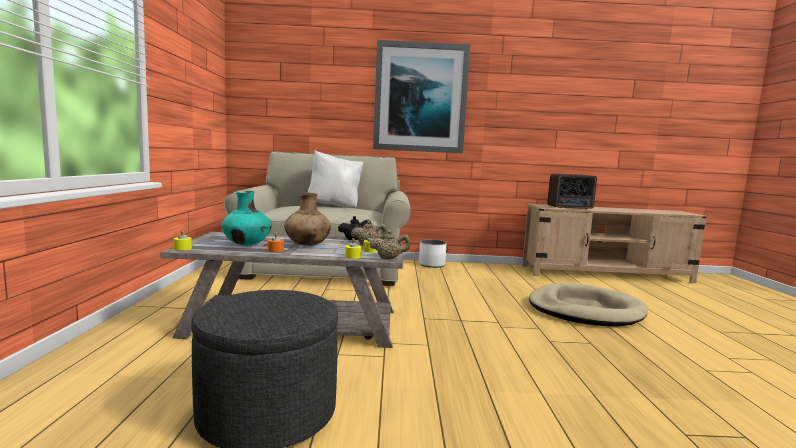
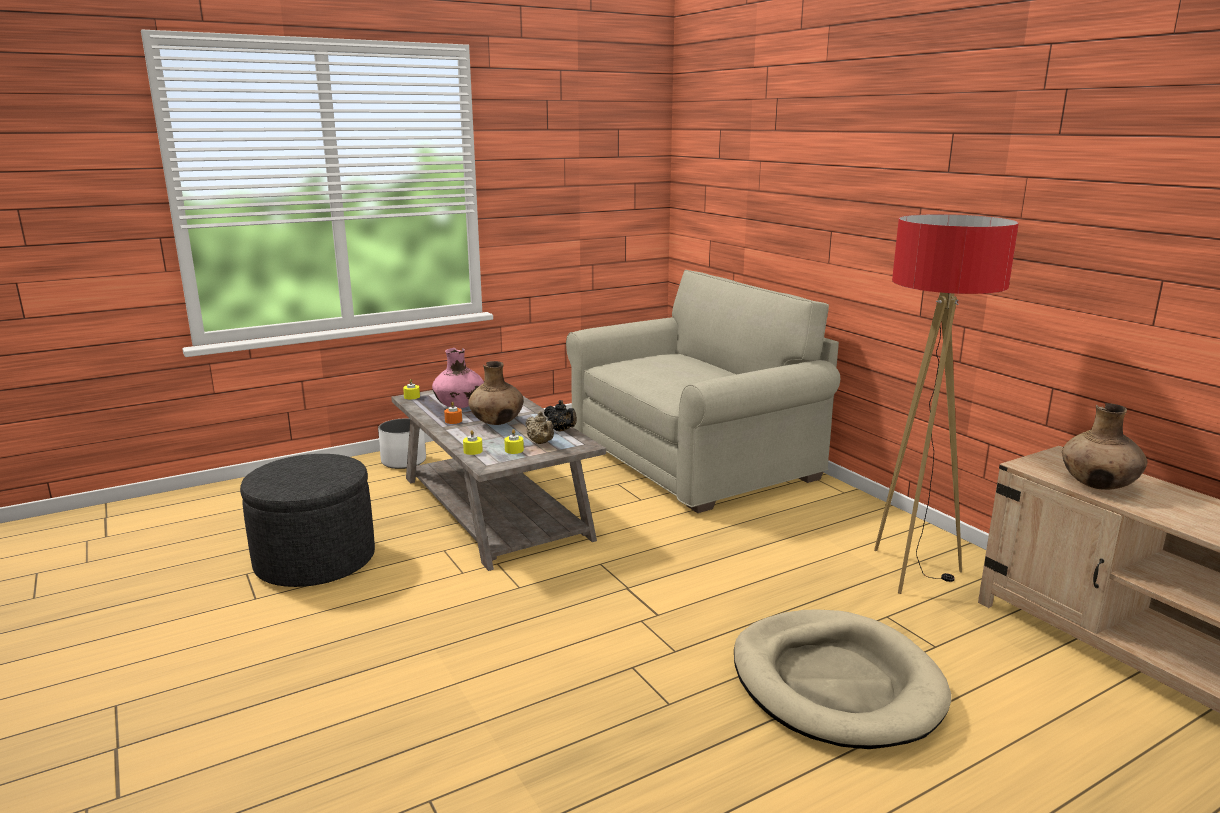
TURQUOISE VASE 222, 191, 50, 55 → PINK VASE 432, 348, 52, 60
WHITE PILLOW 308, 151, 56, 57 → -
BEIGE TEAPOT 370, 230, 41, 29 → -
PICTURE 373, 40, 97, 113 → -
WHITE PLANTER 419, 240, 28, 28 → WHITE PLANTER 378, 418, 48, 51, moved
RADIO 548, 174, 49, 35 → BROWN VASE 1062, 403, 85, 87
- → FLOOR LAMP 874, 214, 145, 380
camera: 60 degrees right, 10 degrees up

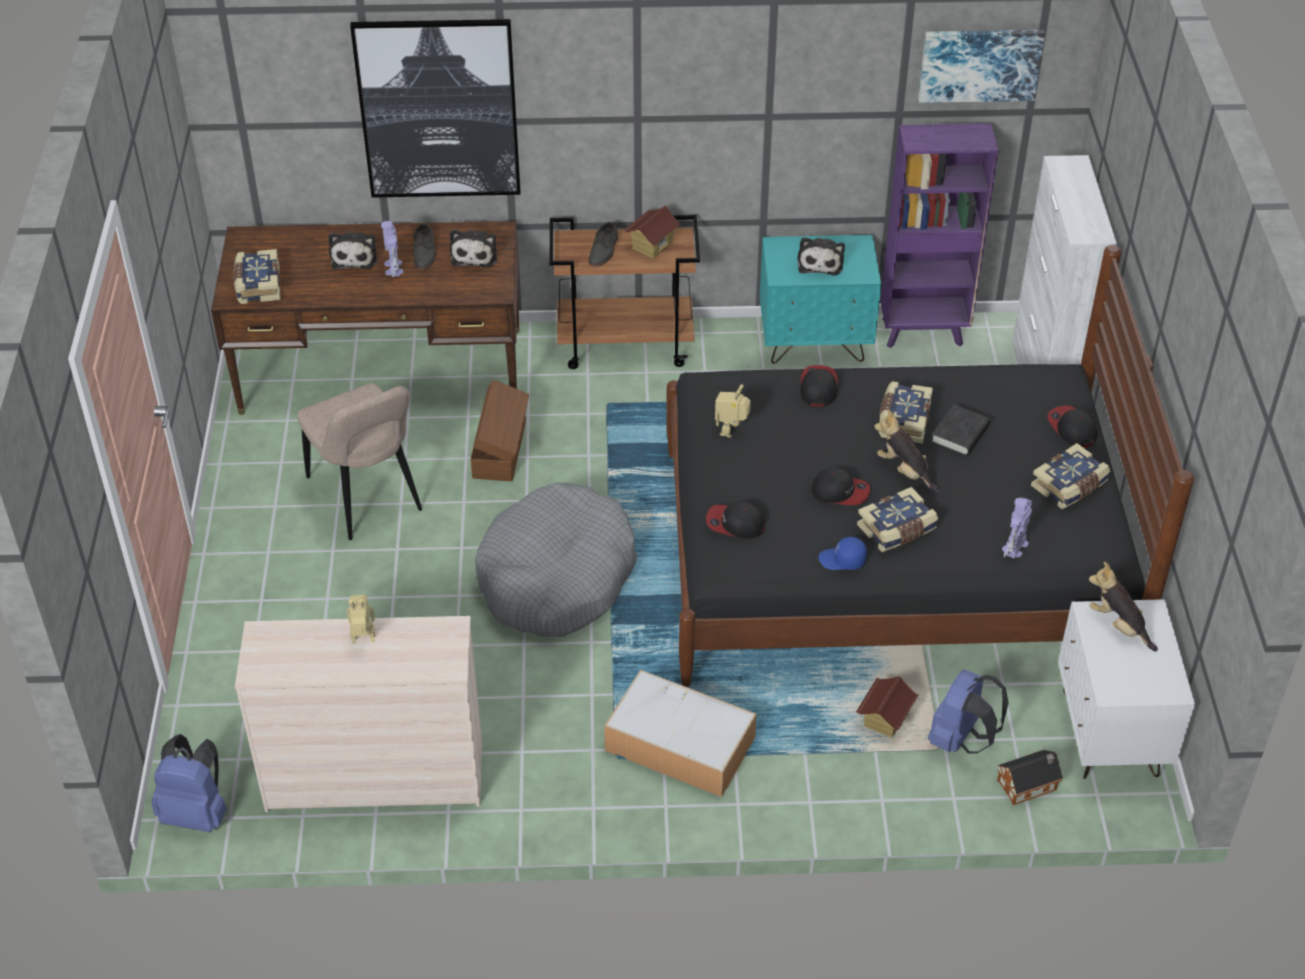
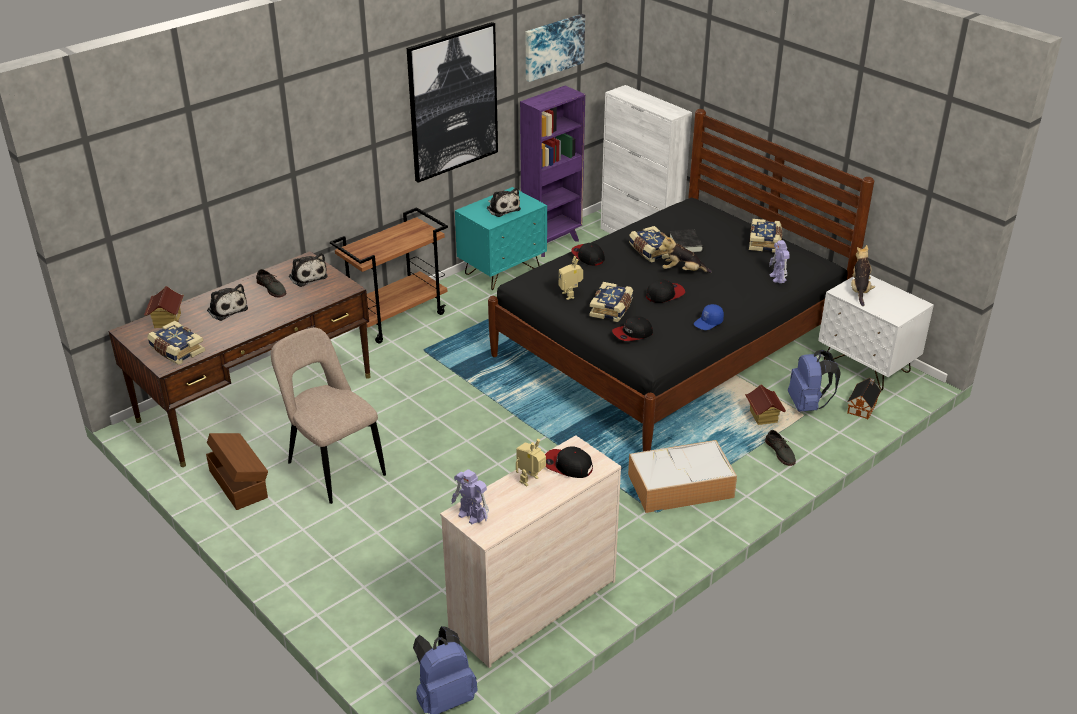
BEIGE CHAIR 297, 383, 125, 157 → BEIGE CHAIR 271, 328, 115, 176, 150 degrees counterclockwise
PICTURE 350, 19, 171, 179 → PICTURE 407, 22, 91, 161, moved
TOY ROBOT 381, 221, 22, 56 → TOY ROBOT 451, 469, 38, 55, moved
BROWN STORAGE BOX 471, 380, 58, 101 → BROWN STORAGE BOX 206, 433, 62, 77, moved
GREY DOG BED 475, 482, 162, 155 → -
GREY SHOE 589, 222, 29, 44 → GREY SHOE 765, 430, 31, 36, moved
TOY HOUSE 623, 206, 58, 53 → TOY HOUSE 144, 286, 40, 42, moved
BOOK 857, 487, 81, 65 → BOOK 589, 282, 44, 40, moved
CAP 1047, 405, 51, 43 → CAP 545, 446, 48, 32, moved
PLUSH TOY 1089, 561, 69, 91 → PLUSH TOY 851, 245, 24, 61, 90 degrees clockwise
camera: 40 degrees left, 10 degrees down

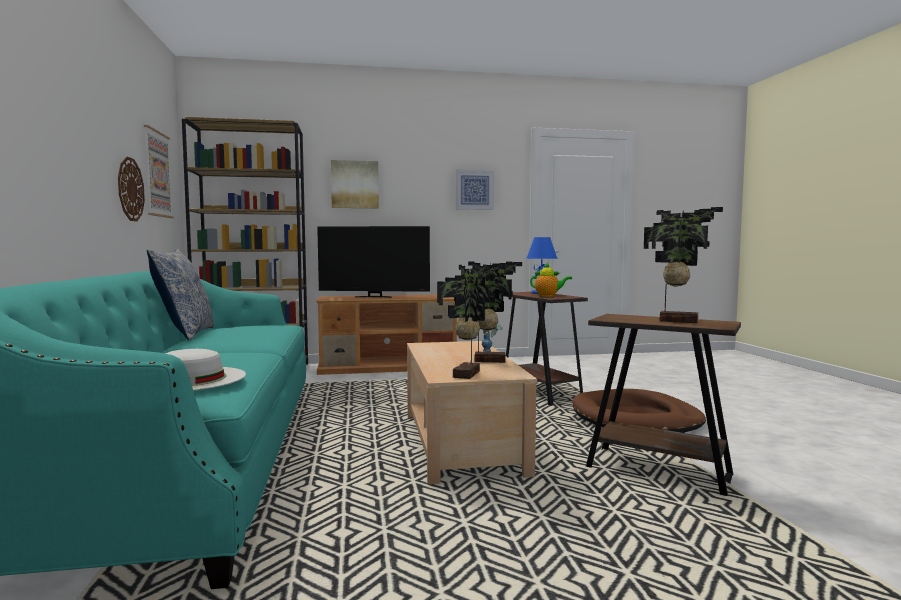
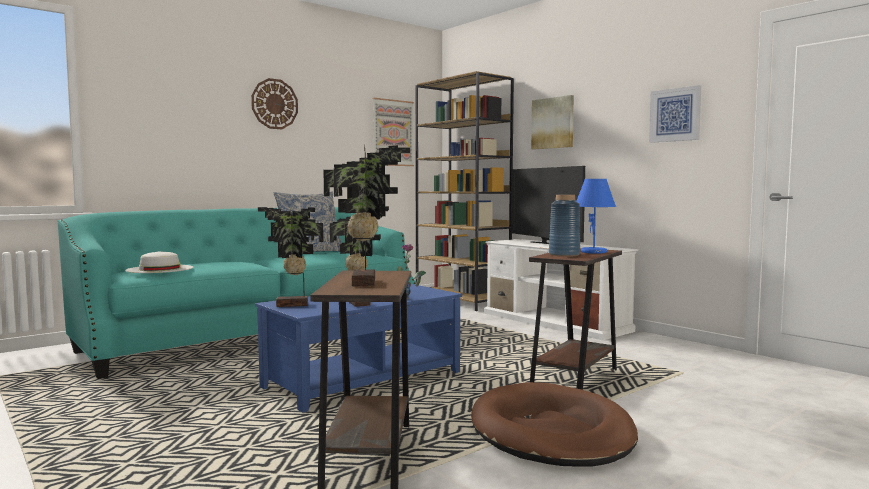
WALL CLOCK 118, 156, 27, 65 → WALL CLOCK 251, 78, 47, 51, moved
BROWN TV STAND 316, 295, 141, 80 → WHITE TV STAND 484, 239, 154, 102
BEIGE COFFEE TABLE 407, 341, 130, 143 → BLUE COFFEE TABLE 255, 284, 207, 129
TEAPOT 530, 263, 42, 34 → BLUE VASE 549, 195, 31, 62
camera: 60 degrees right, 0 degrees up

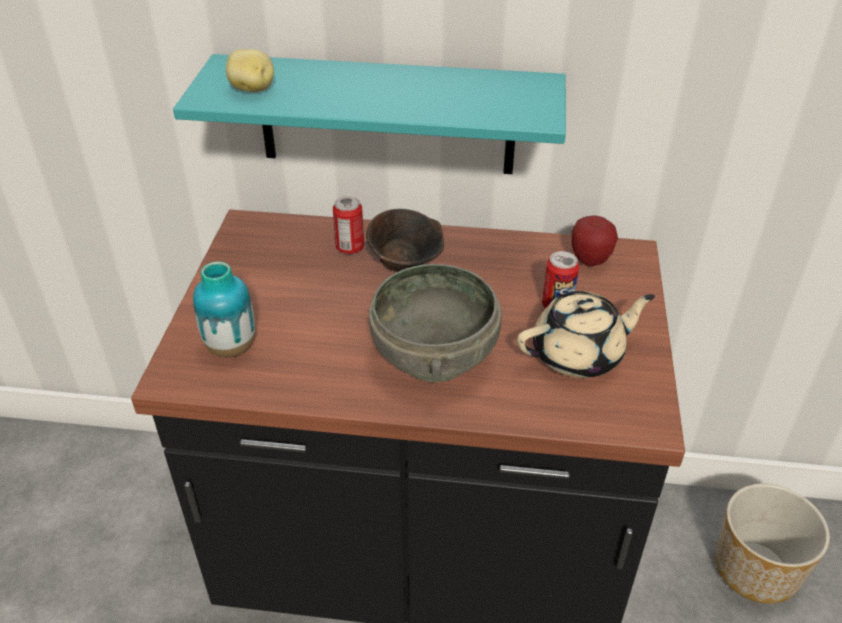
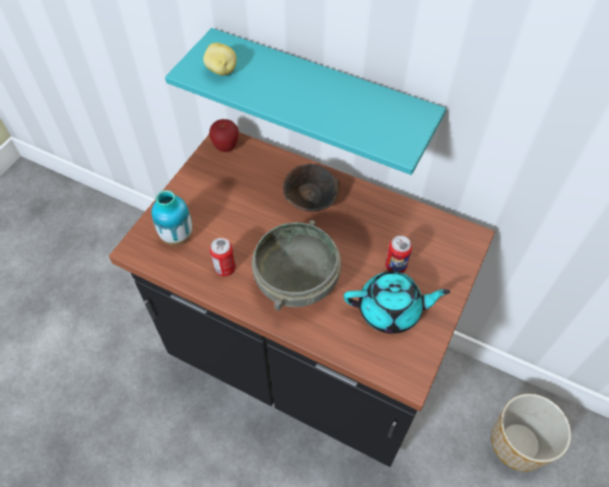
CAN 333, 196, 31, 58 → CAN 210, 238, 26, 38, moved
BEIGE TEAPOT 517, 291, 138, 87 → TURQUOISE TEAPOT 344, 271, 106, 63
APPLE 572, 216, 46, 50 → APPLE 209, 119, 30, 33, moved
camera: 20 degrees right, 15 degrees up

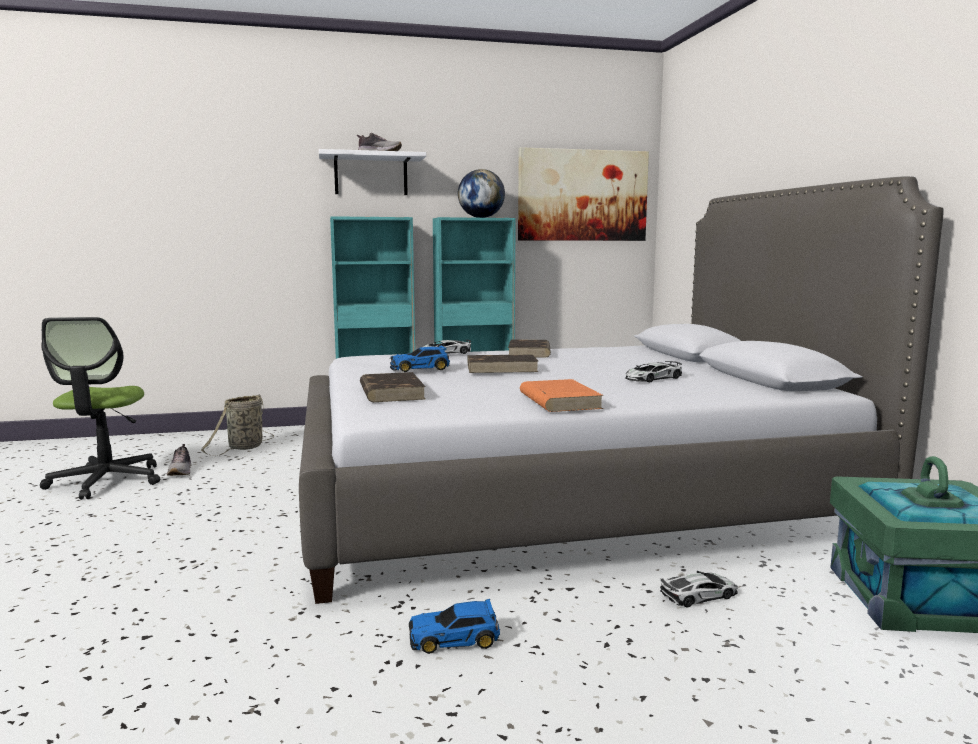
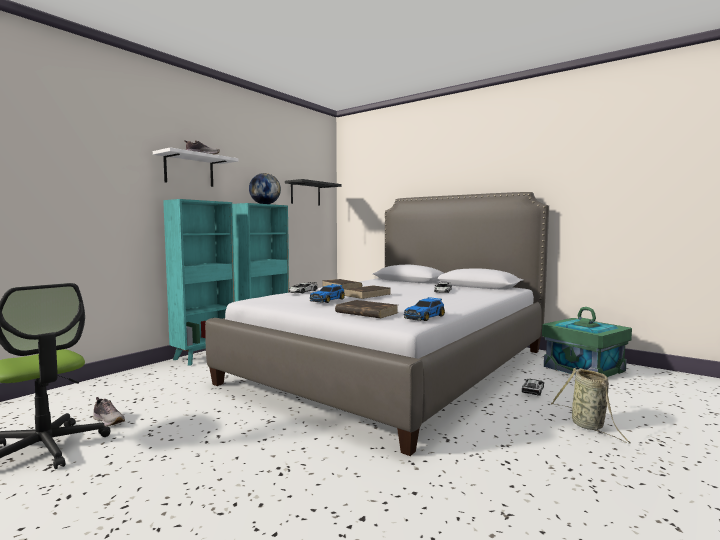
BASKET 201, 394, 73, 62 → BASKET 551, 367, 79, 76, moved
TOY CAR 409, 599, 91, 55 → TOY CAR 404, 297, 41, 24, moved
PICTURE 518, 147, 131, 94 → BLACK SHELF 285, 179, 57, 27
ORANGE BOOK 520, 379, 84, 33 → -
camera: 40 degrees left, 5 degrees down

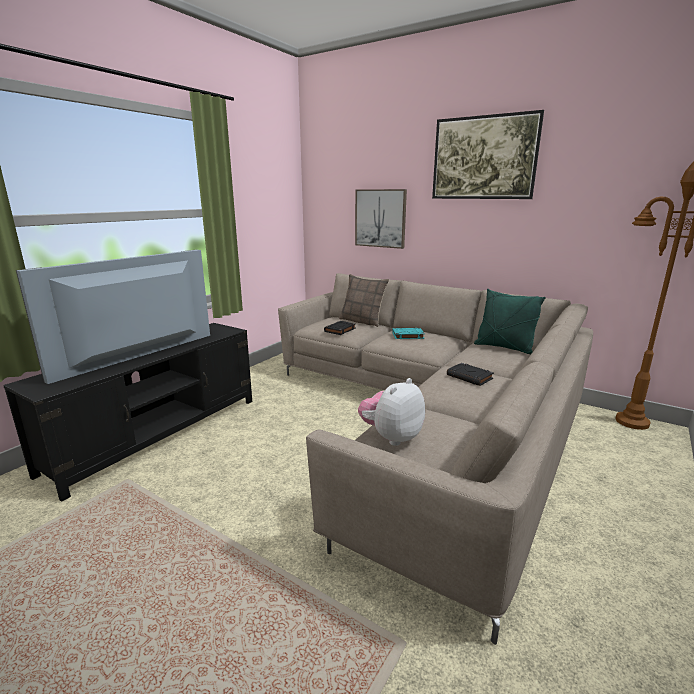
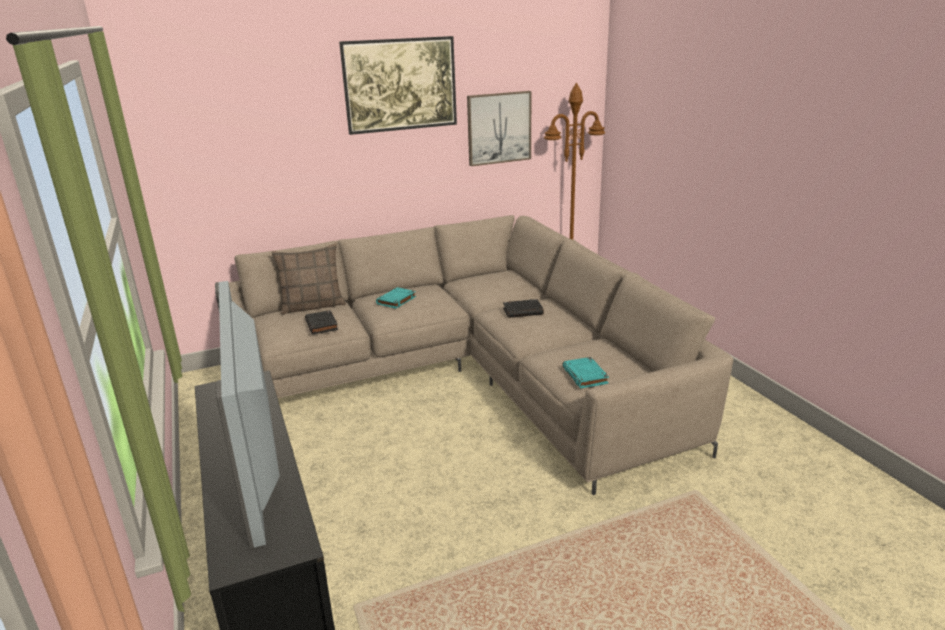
PICTURE 355, 189, 52, 60 → PICTURE 467, 91, 64, 75, moved
PLUSH TOY 358, 378, 67, 68 → TURQUOISE BOOK 562, 357, 47, 31
GREEN PILLOW 474, 289, 72, 65 → -
camera: 55 degrees left, 5 degrees up

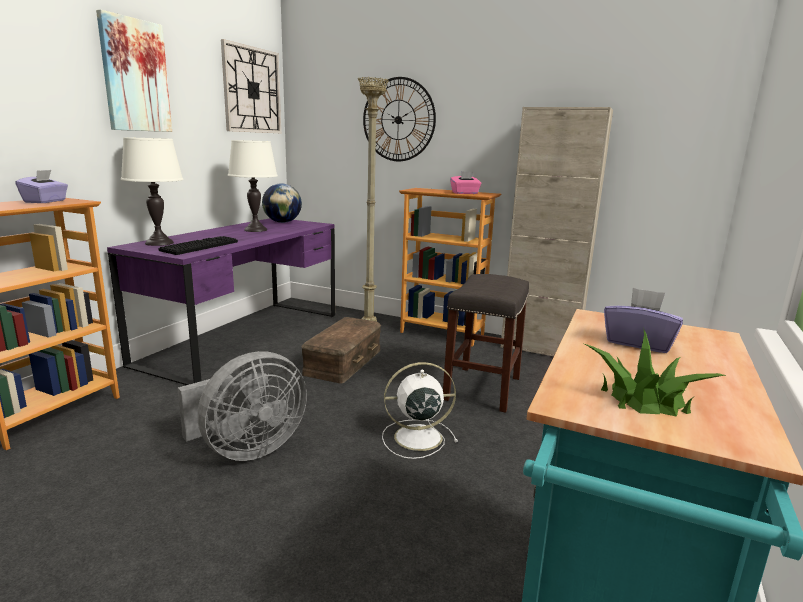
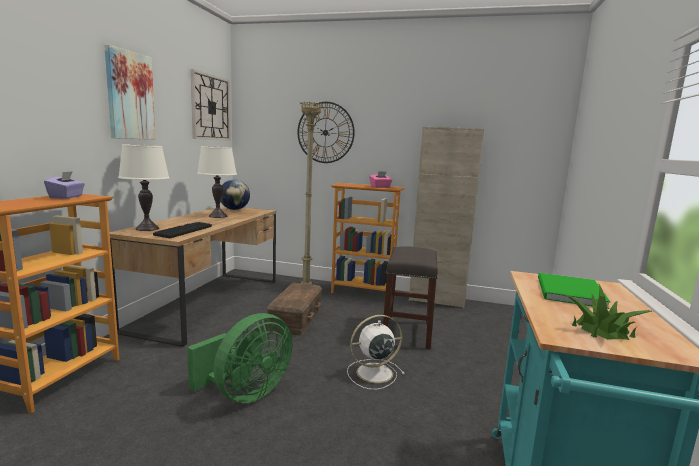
PURPLE DESK 107, 218, 228, 167 → BROWN DESK 110, 206, 166, 141
GREY FAN 178, 351, 129, 110 → GREEN FAN 187, 313, 105, 90
PURPLE TISSUE BOX 604, 288, 79, 65 → GREEN BOOK 538, 273, 73, 36
camera: 10 degrees left, 5 degrees down

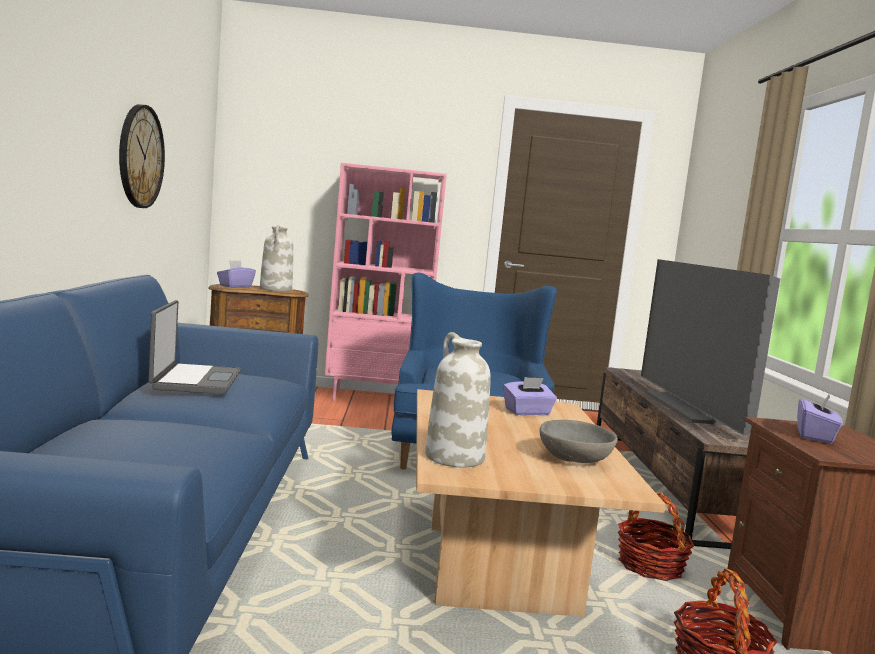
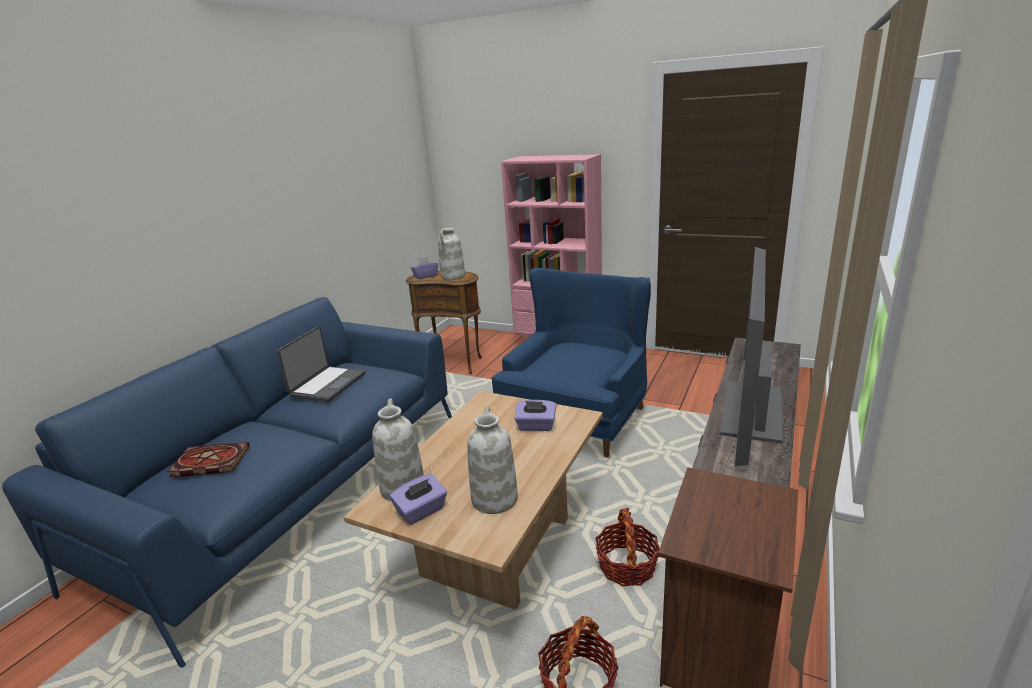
WALL CLOCK 119, 104, 46, 104 → -
GREY BOWL 539, 420, 79, 43 → WHITE VASE 467, 405, 51, 109
PURPLE TISSUE BOX 797, 394, 46, 50 → PURPLE TISSUE BOX 390, 474, 57, 51, moved
- → BOOK 167, 442, 83, 35
camera: 30 degrees right, 15 degrees up

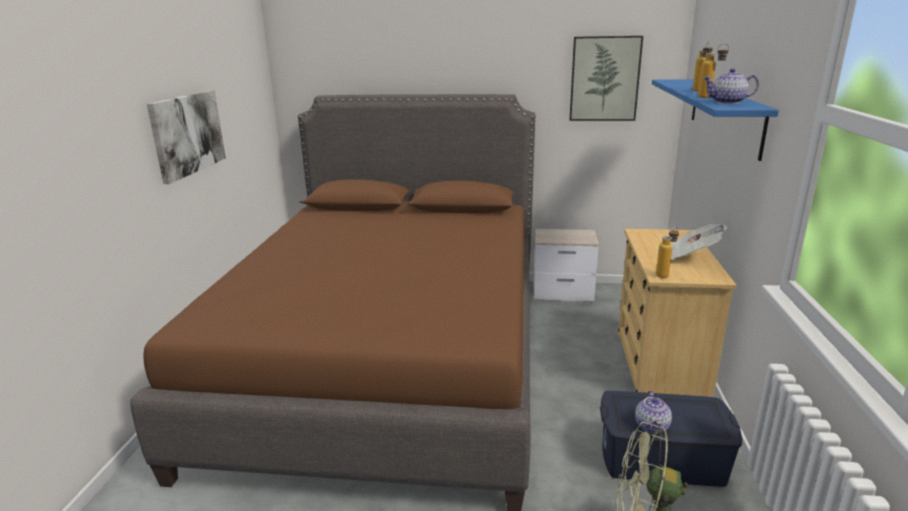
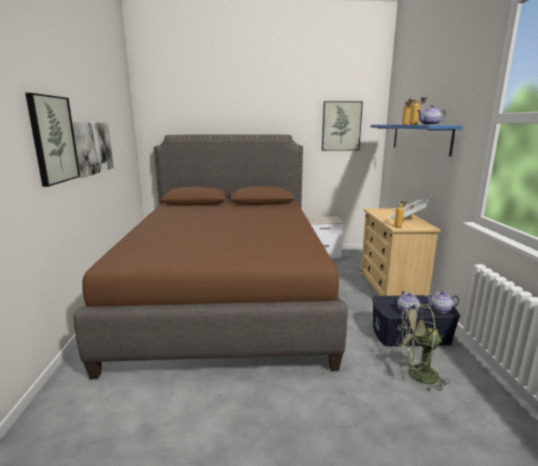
- → PICTURE 25, 93, 55, 94
- → TEAPOT 425, 291, 34, 22
camera: 10 degrees left, 5 degrees down

